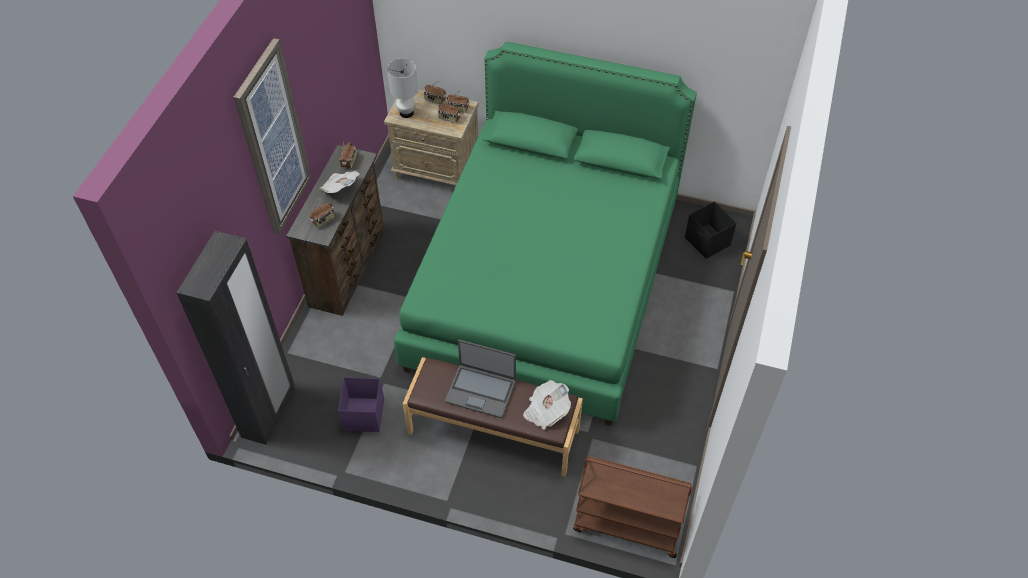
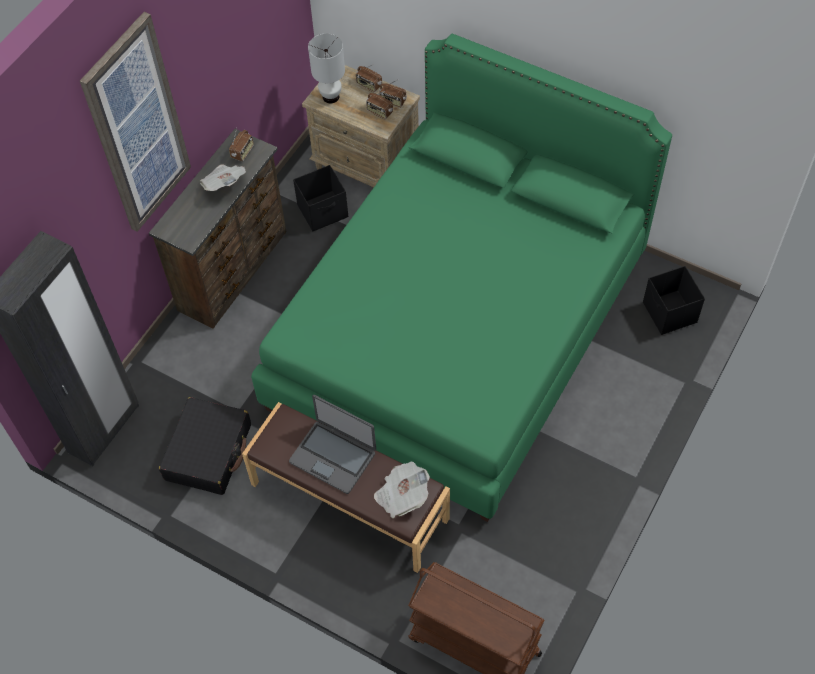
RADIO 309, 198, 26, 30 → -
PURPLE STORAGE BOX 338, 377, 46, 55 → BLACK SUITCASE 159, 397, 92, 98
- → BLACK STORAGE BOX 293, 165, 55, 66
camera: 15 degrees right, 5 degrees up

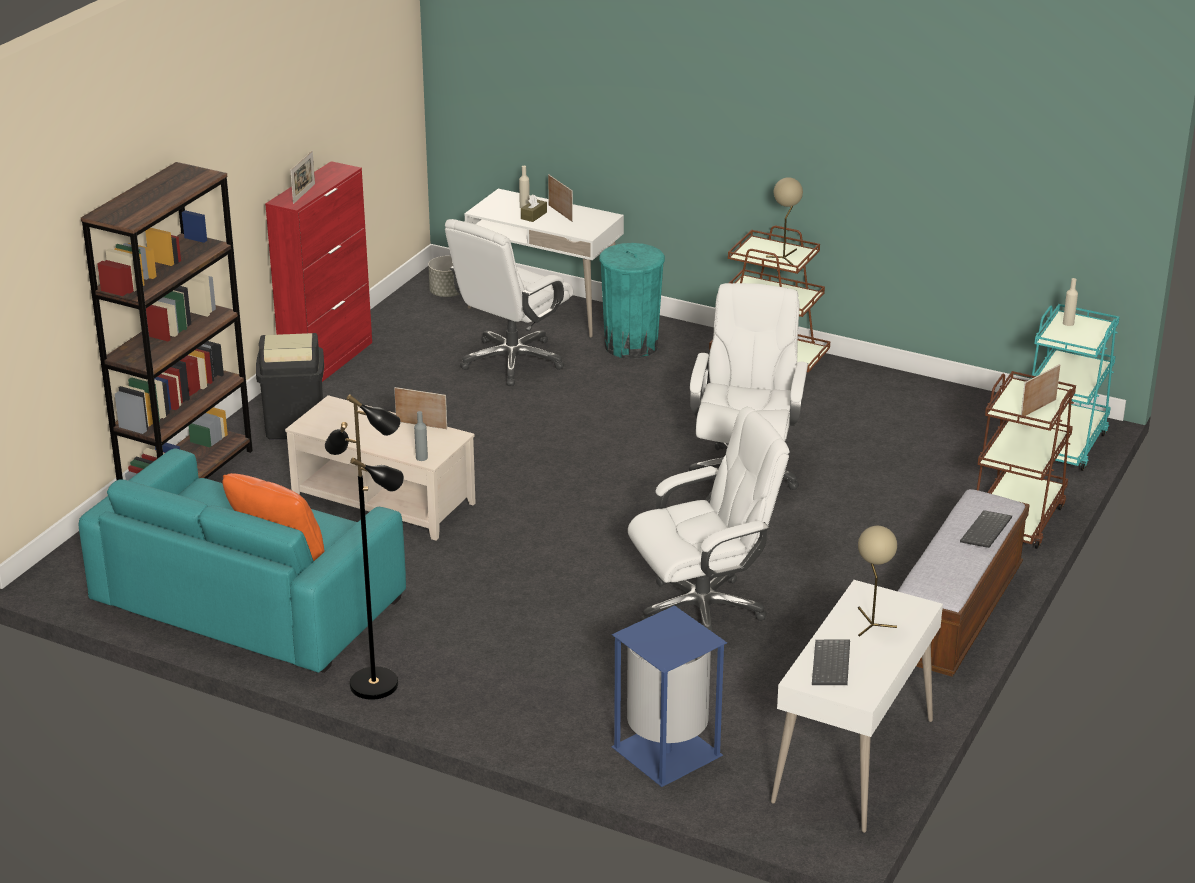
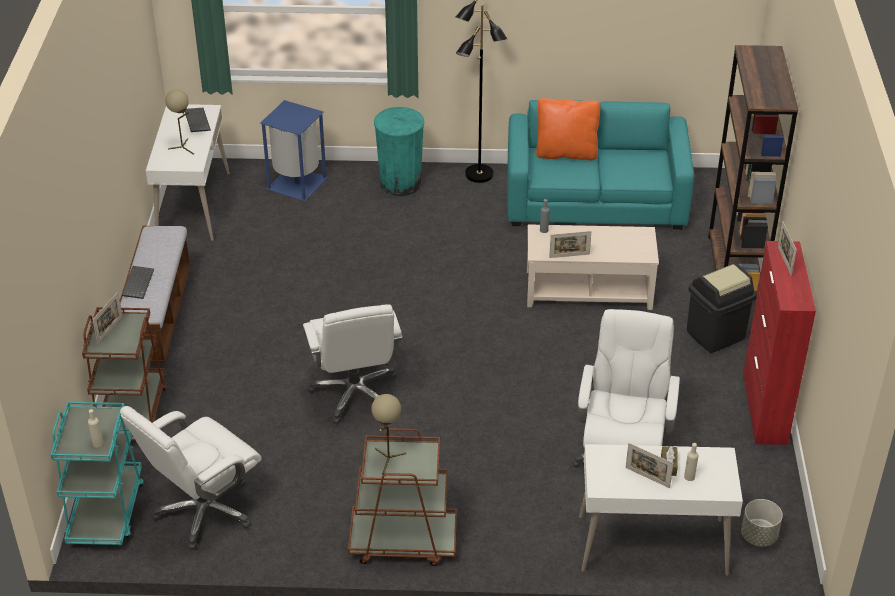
TURQUOISE TRASH CAN 599, 243, 66, 116 → TURQUOISE TRASH CAN 374, 107, 50, 89, moved
WHITE OFFICE CHAIR 628, 407, 162, 225 → WHITE OFFICE CHAIR 120, 406, 141, 144, moved
camera: 155 degrees right, 10 degrees up

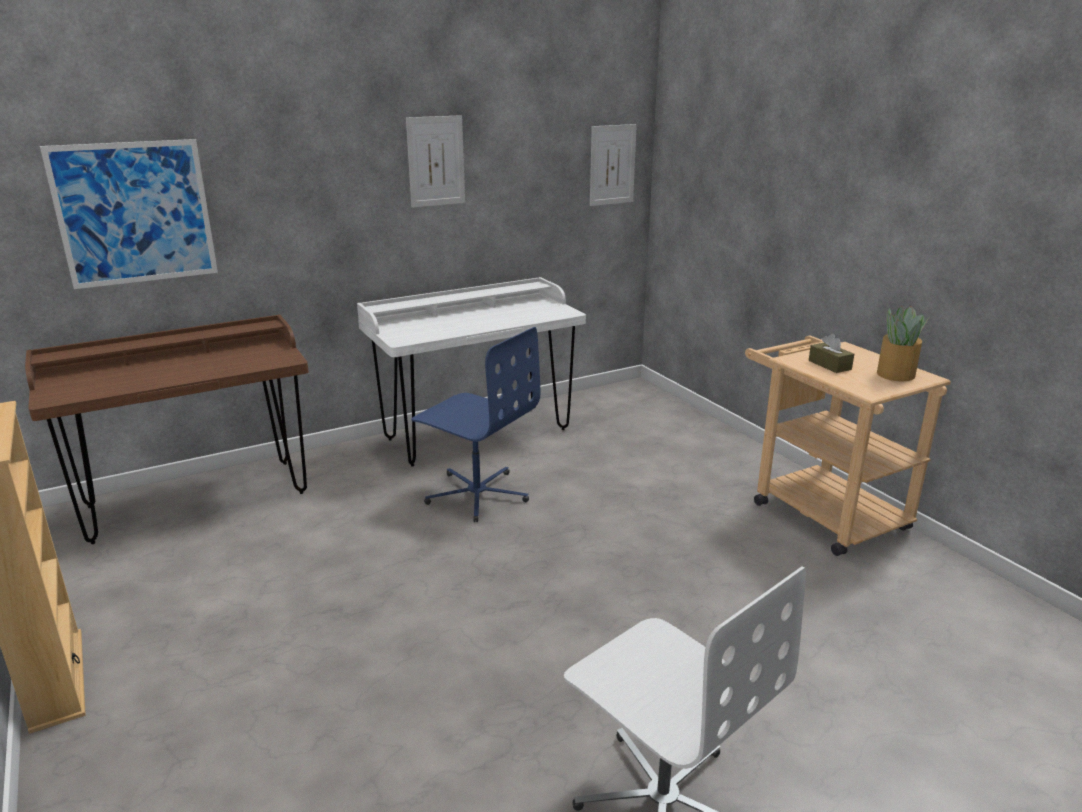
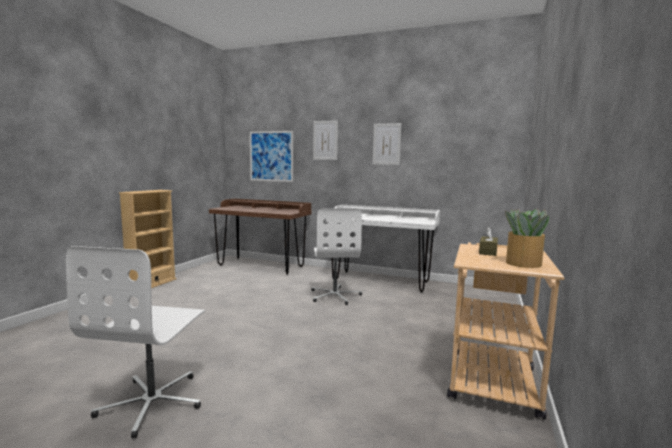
BLUE OFFICE CHAIR 411, 327, 129, 195 → WHITE OFFICE CHAIR 311, 209, 51, 96
PICTURE 590, 124, 47, 82 → PICTURE 313, 120, 25, 40, moved
camera: 50 degrees right, 15 degrees down

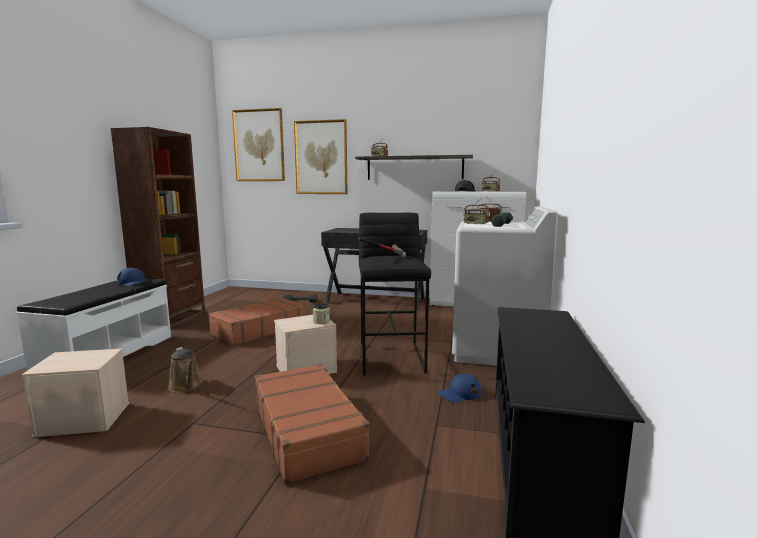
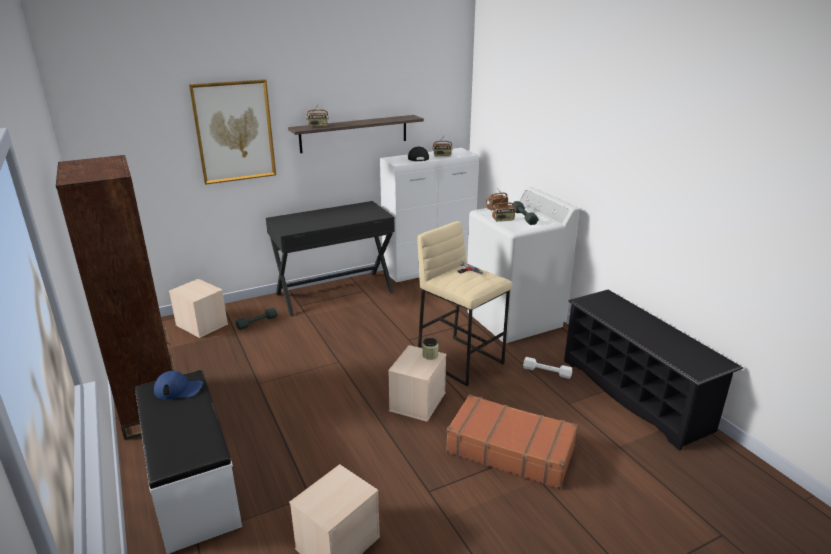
BROWN WATERING CAN 168, 347, 35, 46 → -
BROWN SUITCASE 209, 297, 97, 49 → -
PICTURE 232, 108, 53, 73 → -
BLACK STOOL 359, 213, 72, 162 → BEIGE STOOL 417, 221, 95, 166
BLUE CAP 438, 373, 43, 30 → WHITE DUMBBELL 523, 357, 49, 22
- → BEIGE STORAGE BOX 169, 279, 59, 59
camera: 40 degrees left, 15 degrees up

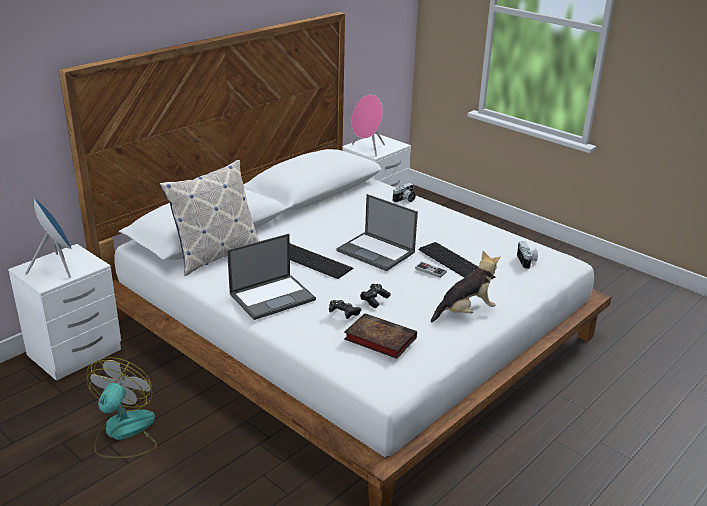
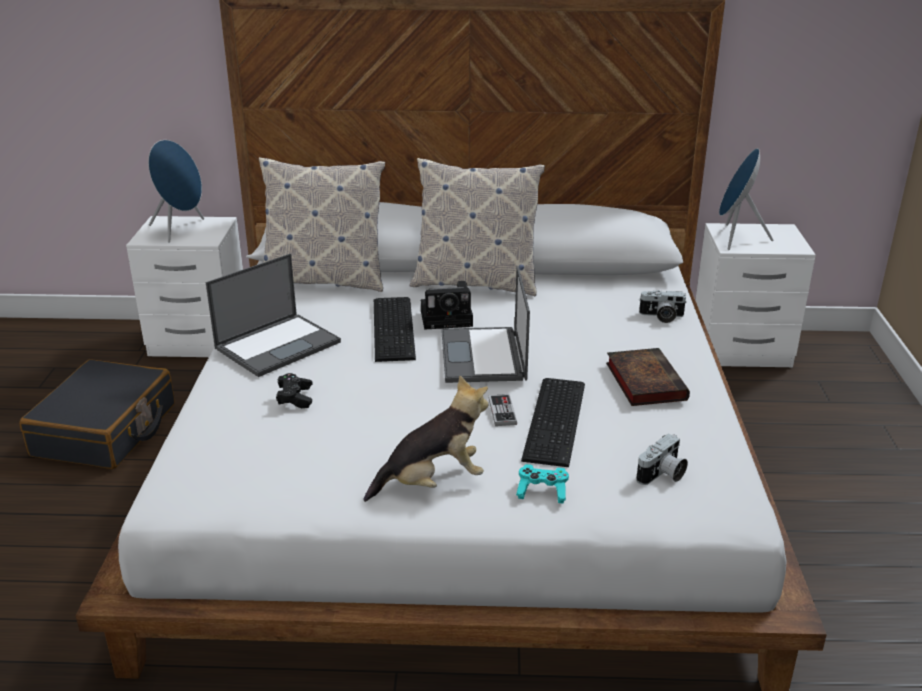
FAN 87, 357, 70, 101 → BLACK SUITCASE 19, 359, 156, 110
LAPTOP 227, 234, 89, 86 → LAPTOP 206, 254, 135, 123, 60 degrees counterclockwise
BOOK 344, 313, 73, 46 → BOOK 606, 348, 84, 58, moved
PINK SPEAKER 352, 95, 33, 61 → BLUE SPEAKER 719, 148, 54, 102
BLACK GAME CONTROLLER 360, 284, 31, 24 → -
PLUSH TOY 431, 251, 69, 72 → PLUSH TOY 363, 376, 126, 126, 45 degrees counterclockwise
- → PILLOW 409, 158, 136, 138
- → PHOTO CAMERA 421, 281, 52, 49
- → TURQUOISE GAME CONTROLLER 516, 464, 53, 40
camera: 50 degrees right, 0 degrees up

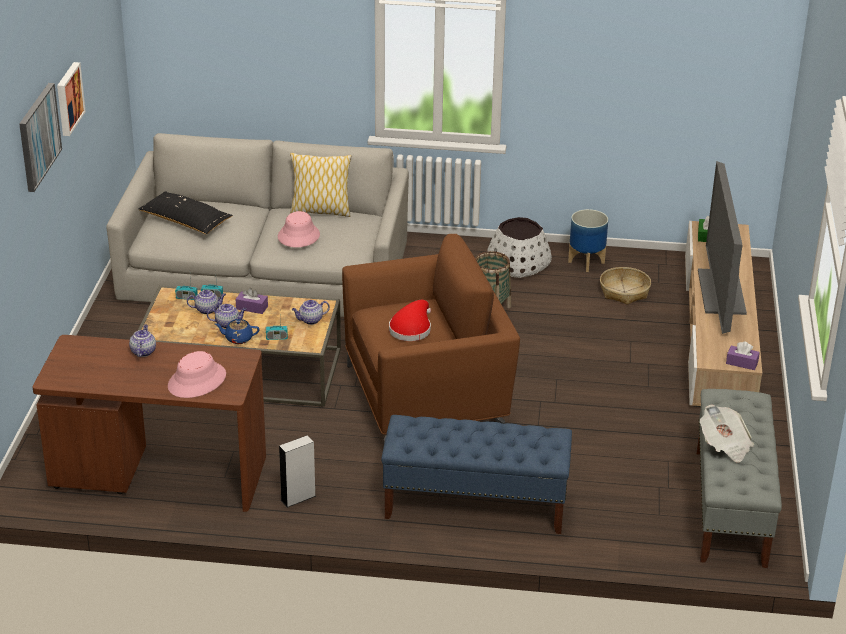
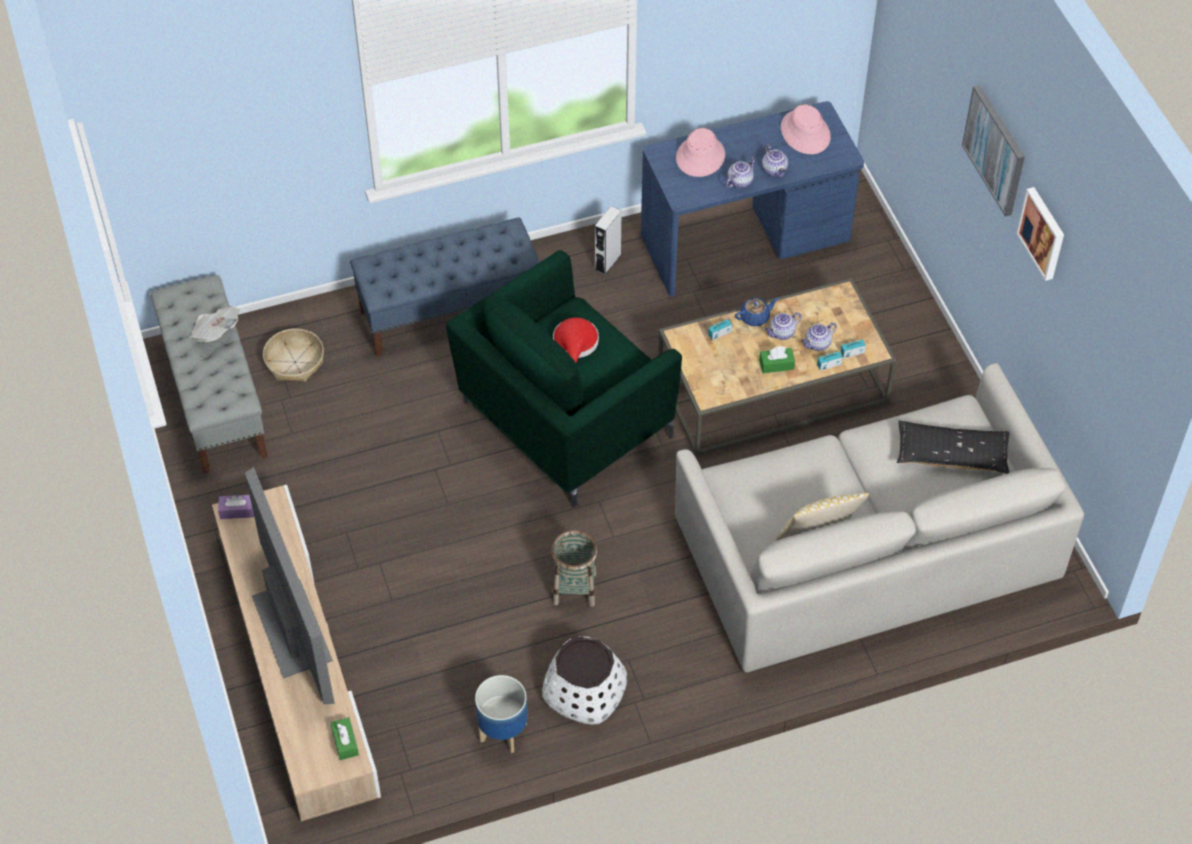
BROWN DESK 33, 335, 233, 177 → BLUE DESK 641, 101, 223, 195
PURPLE TISSUE BOX 236, 288, 32, 26 → GREEN TISSUE BOX 759, 346, 36, 27
PINK HAT 278, 211, 42, 36 → PINK HAT 781, 104, 50, 50, moved
TEAPOT 292, 300, 38, 25 → TEAPOT 726, 157, 30, 31, moved
BROWN ARMCHAIR 342, 234, 178, 209 → GREEN ARMCHAIR 446, 250, 236, 257
BASKET 600, 267, 51, 38 → BASKET 263, 328, 61, 54, moved
camera: 155 degrees right, 20 degrees up

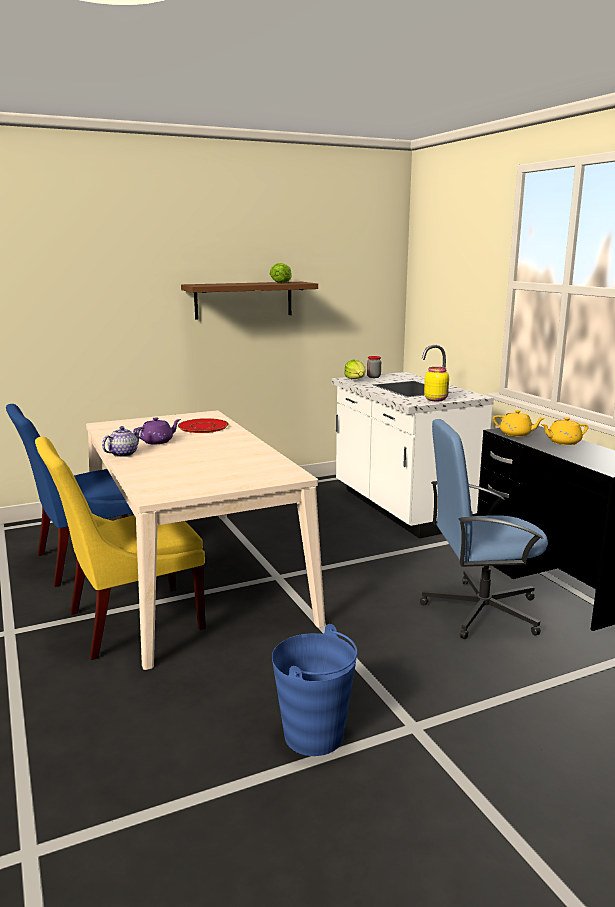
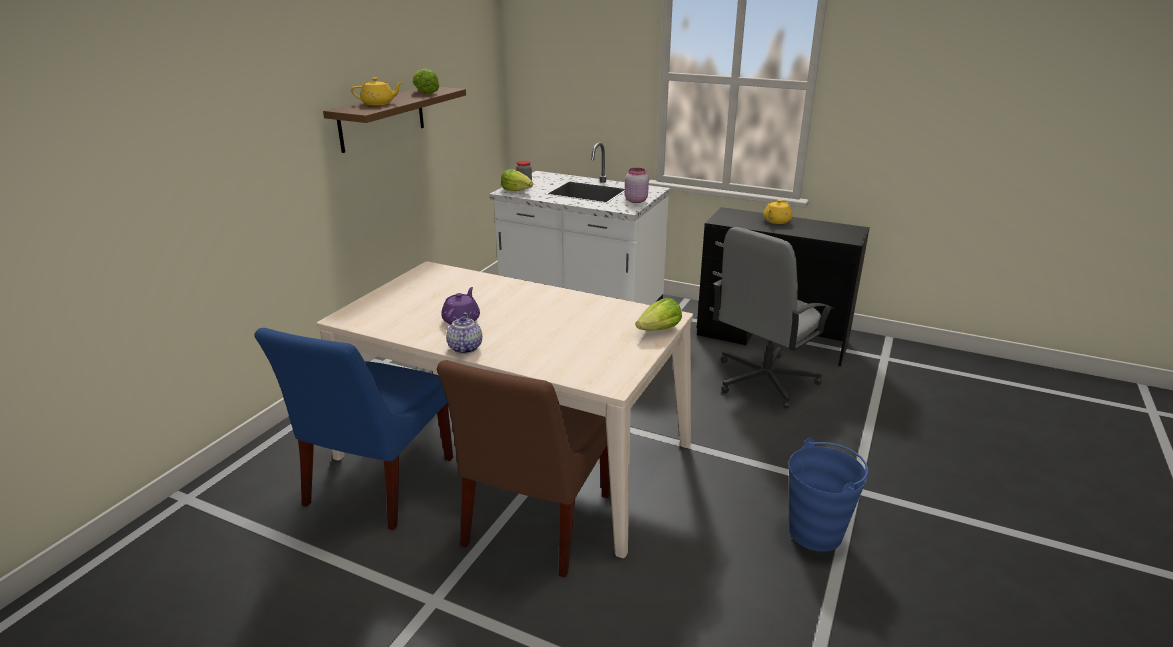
YELLOW CHAIR 35, 437, 171, 223 → BROWN CHAIR 436, 360, 174, 218
RED PLATE 178, 418, 51, 15 → -
BLUE OFFICE CHAIR 420, 419, 128, 220 → GREY OFFICE CHAIR 713, 227, 121, 182
YELLOW JAR 424, 367, 25, 35 → PINK JAR 625, 168, 24, 35
YELLOW TEAPOT 493, 410, 52, 27 → YELLOW TEAPOT 351, 77, 52, 28, moved
- → LETTUCE 636, 298, 46, 33
camera: 40 degrees left, 10 degrees up

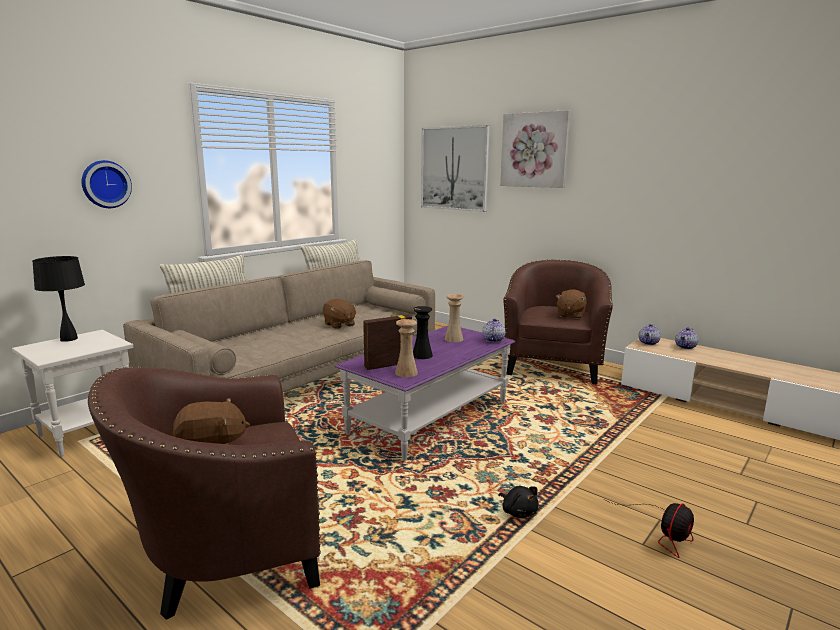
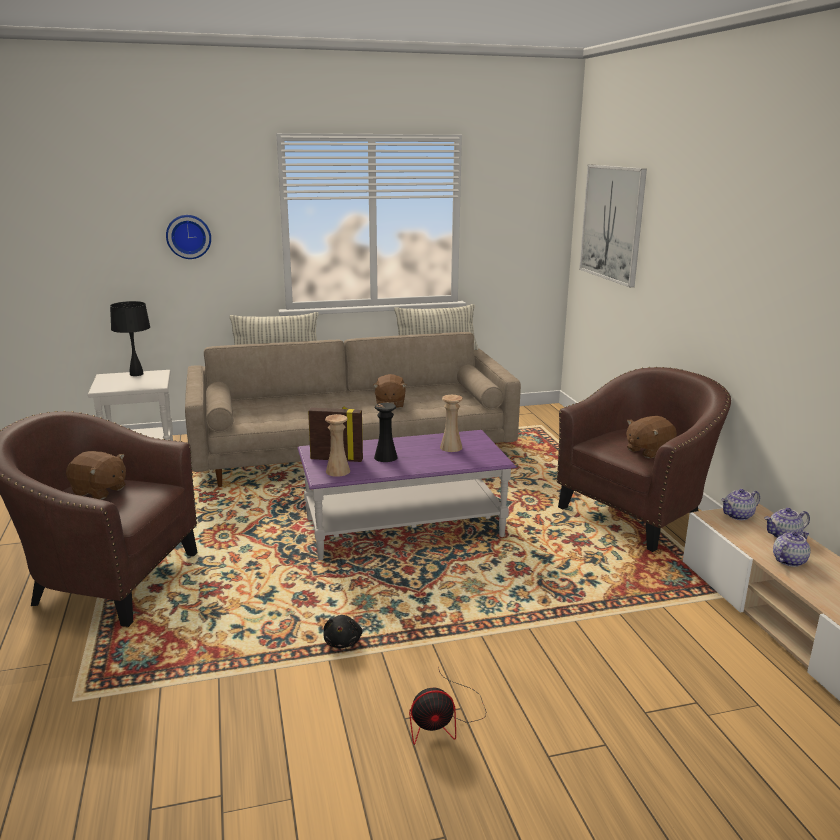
TEAPOT 482, 319, 23, 23 → TEAPOT 773, 531, 38, 36, moved
PICTURE 500, 110, 70, 78 → -
camera: 35 degrees right, 5 degrees up

